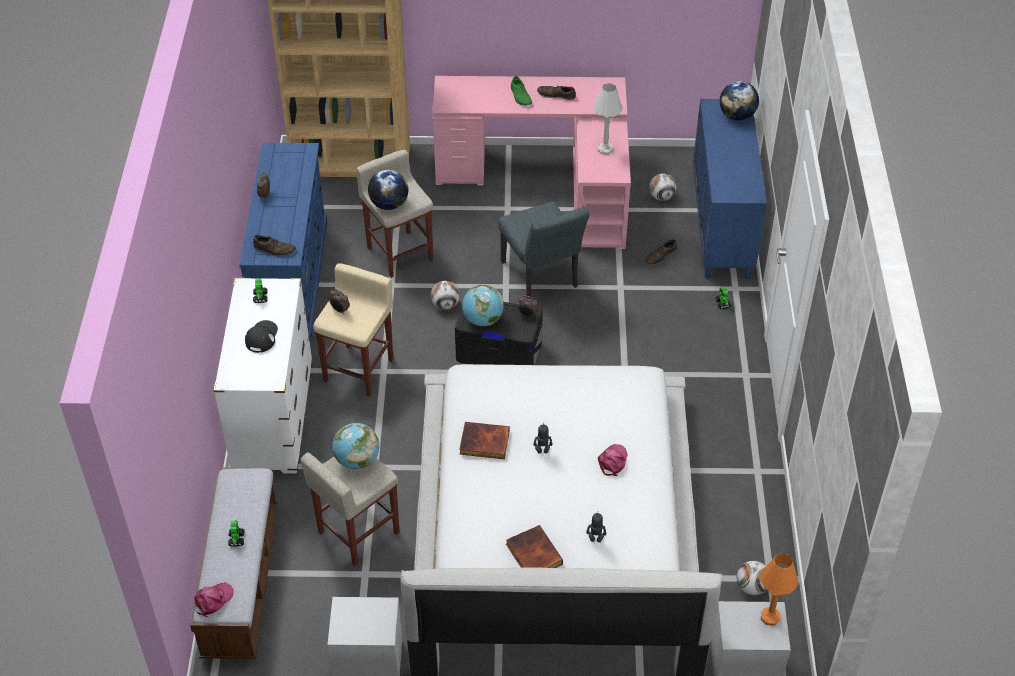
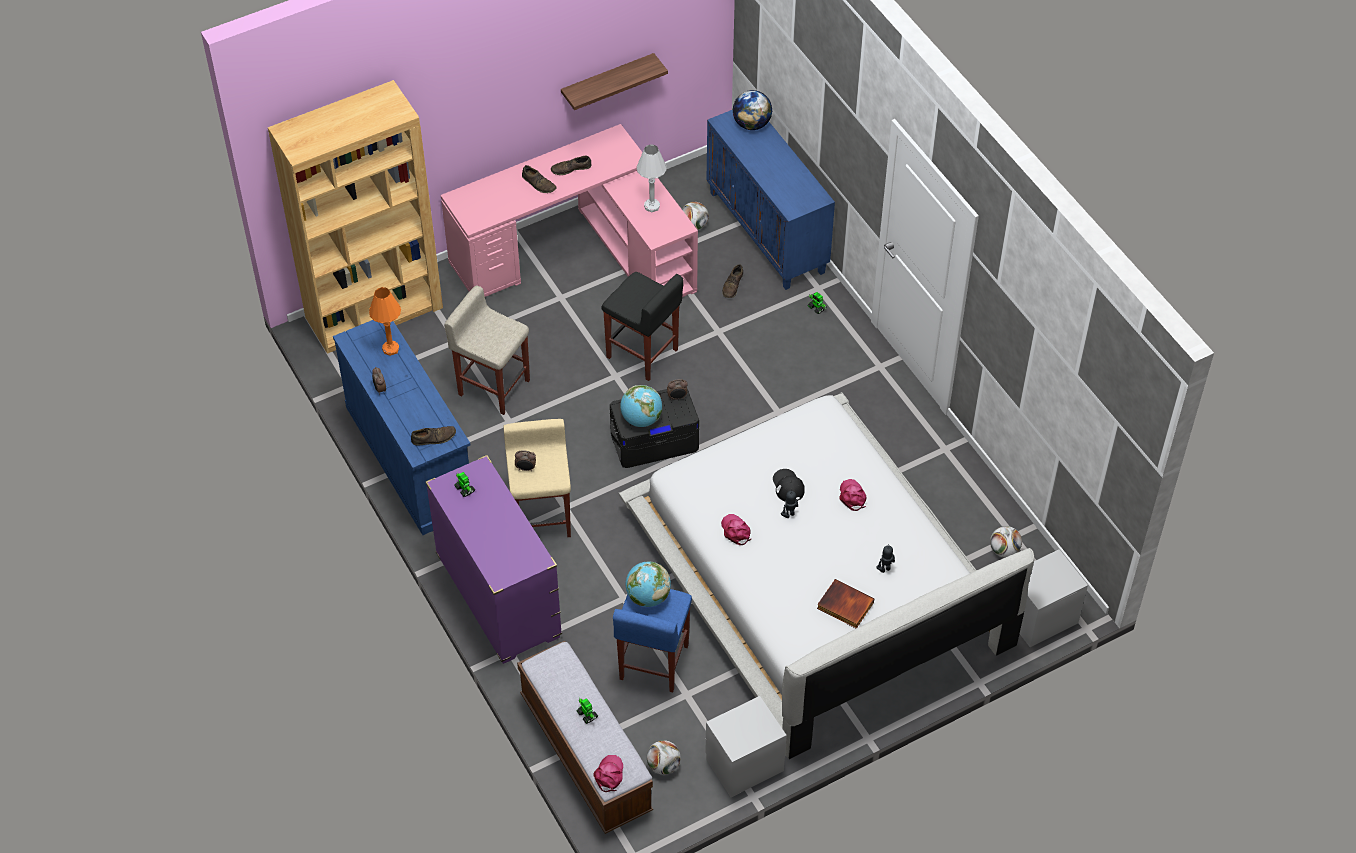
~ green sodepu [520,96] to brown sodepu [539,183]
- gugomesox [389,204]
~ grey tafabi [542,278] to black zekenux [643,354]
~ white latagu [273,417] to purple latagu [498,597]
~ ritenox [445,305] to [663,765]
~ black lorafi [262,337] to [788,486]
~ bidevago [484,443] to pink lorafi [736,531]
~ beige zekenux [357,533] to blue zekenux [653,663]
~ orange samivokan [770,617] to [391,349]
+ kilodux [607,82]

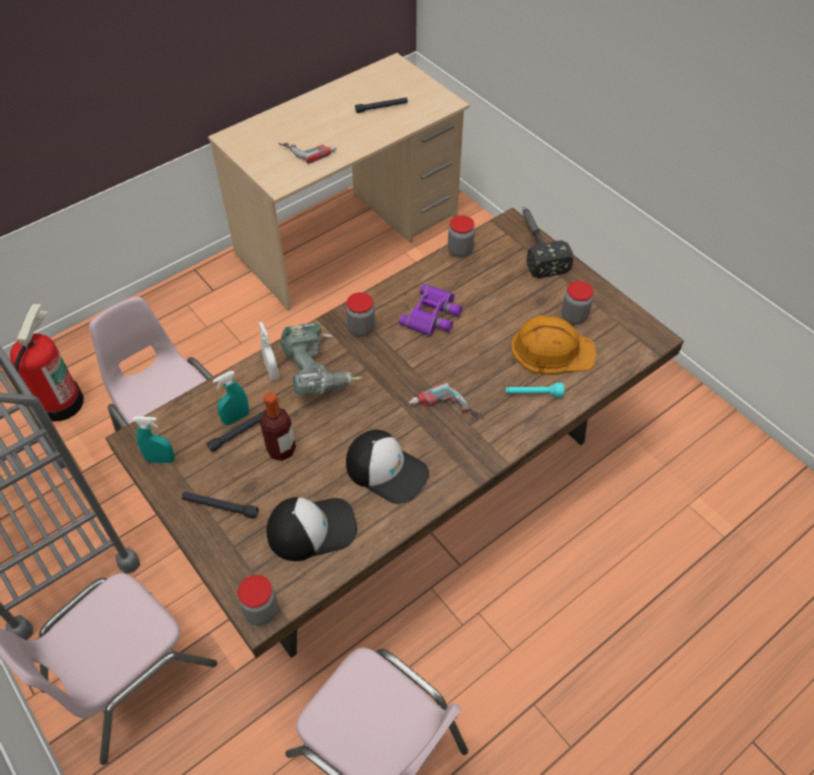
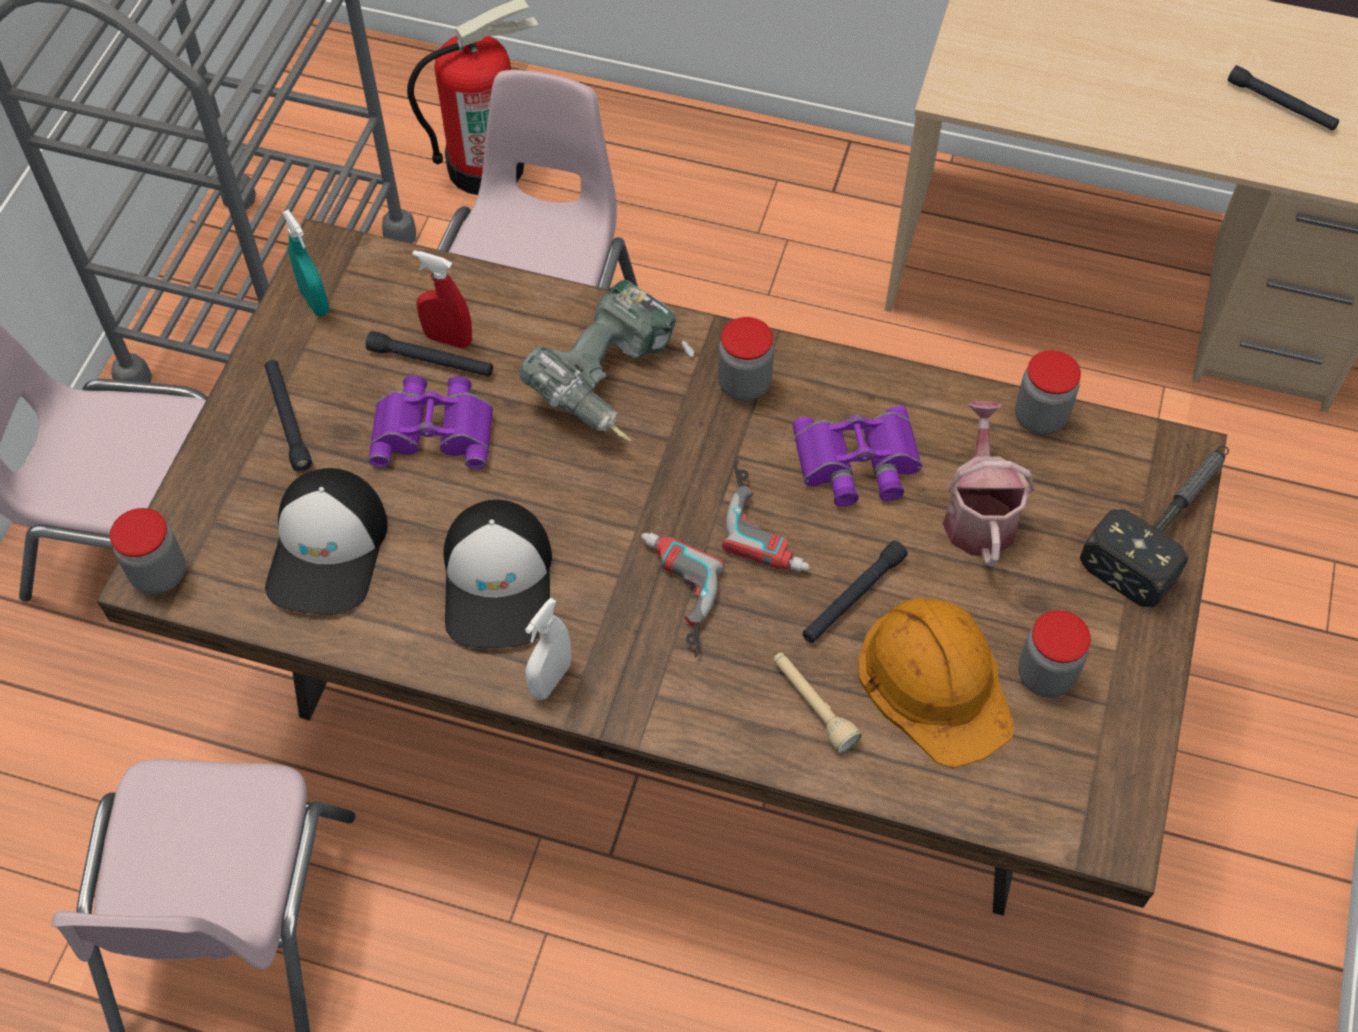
~ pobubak [308,149] to [770,522]
~ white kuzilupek [272,371] to [550,680]
~ turquoise kuzilupek [236,418] to red kuzilupek [448,339]
~ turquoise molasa [533,394] to beige molasa [812,705]
~ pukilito [281,450] to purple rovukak [434,428]
~ lorafi [312,528] = [329,550] 60 degrees clockwise
+ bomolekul [979,513]
+ black molasa [853,597]

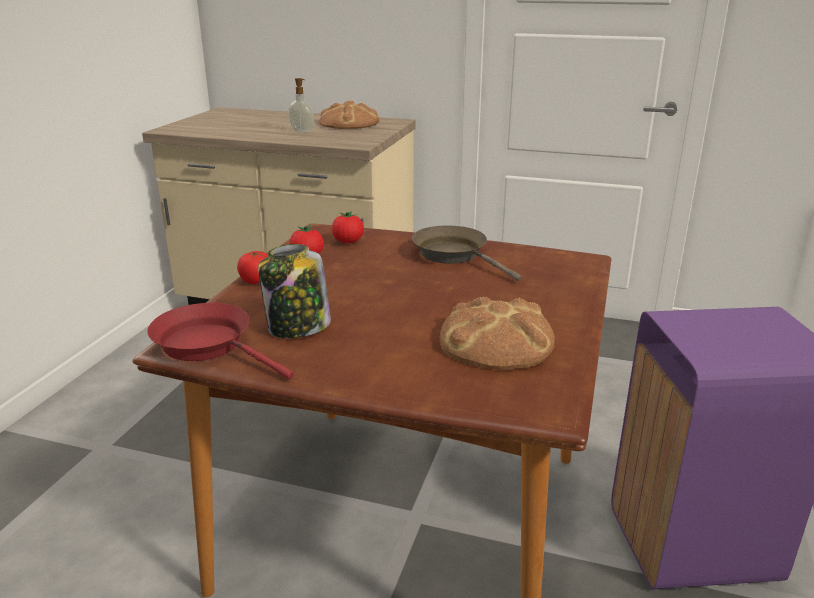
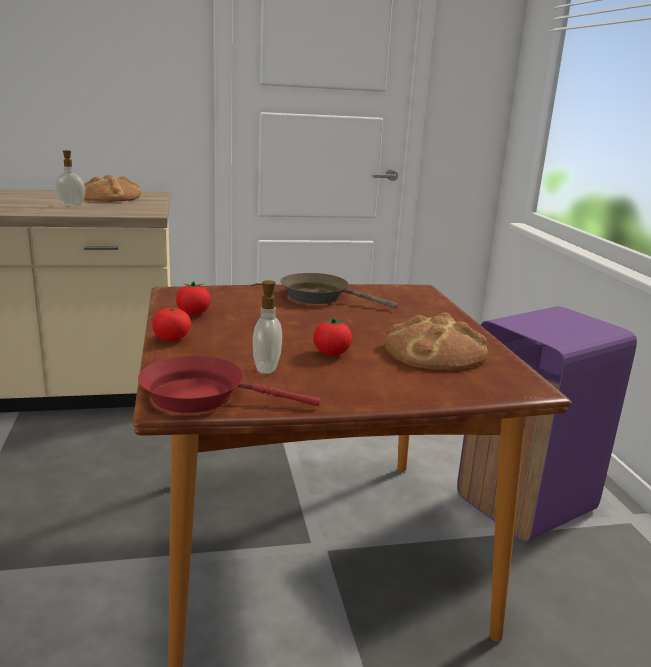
~ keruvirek [348,242] to [331,354]
~ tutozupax [297,327] to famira [265,368]

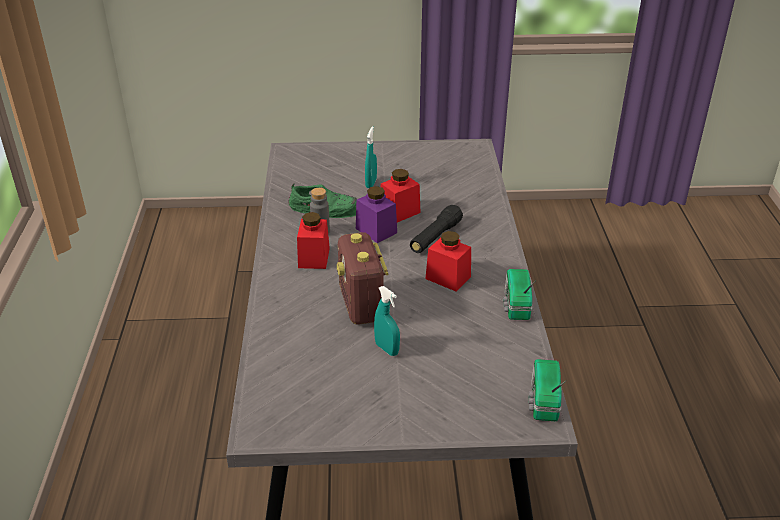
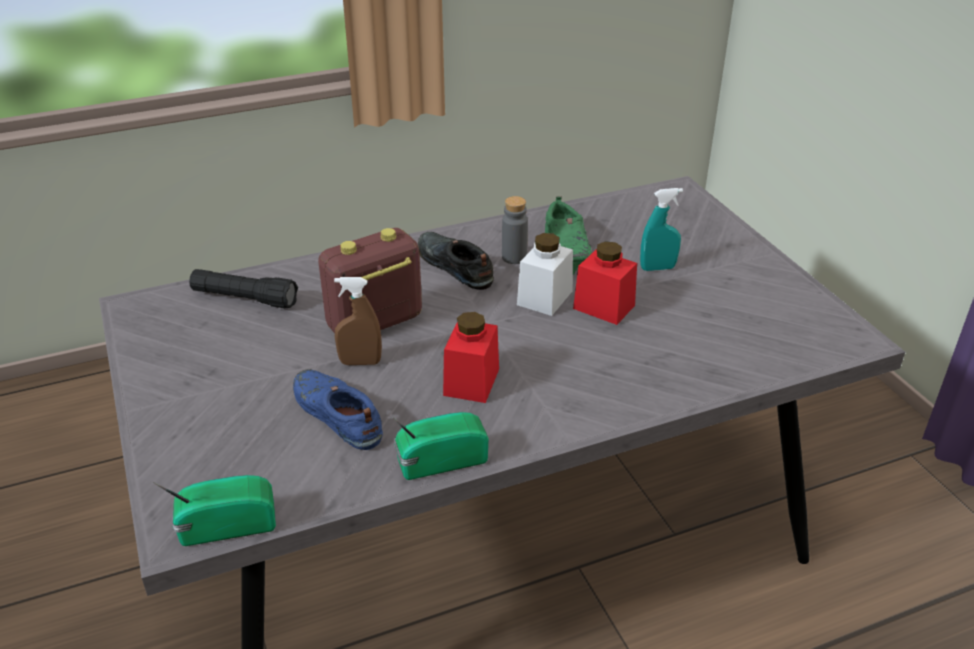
~ purple tutozupax [376,230] to white tutozupax [544,298]
~ black molasa [435,237] to [245,299]
~ red tutozupax [314,258] to black sodepu [454,266]
- turquoise kuzilupek [387,349]
+ brown kuzilupek [360,362]
+ blue sodepu [337,415]

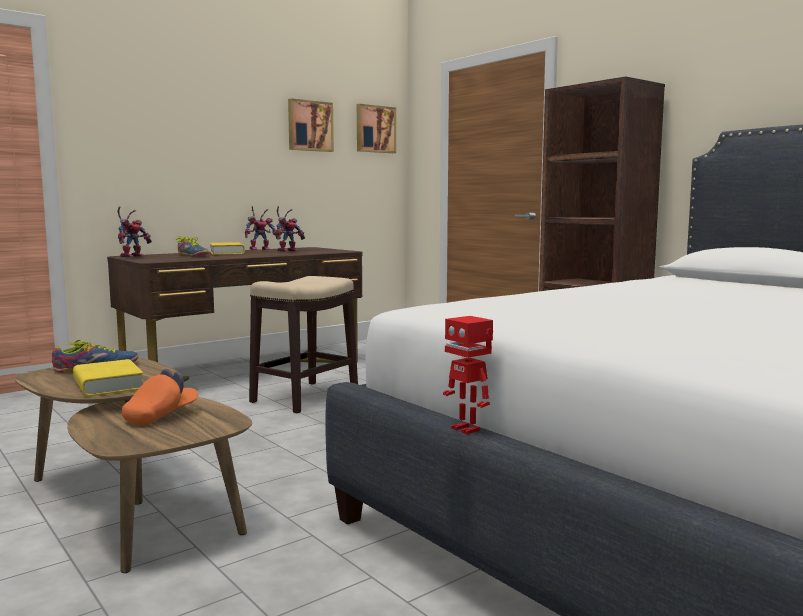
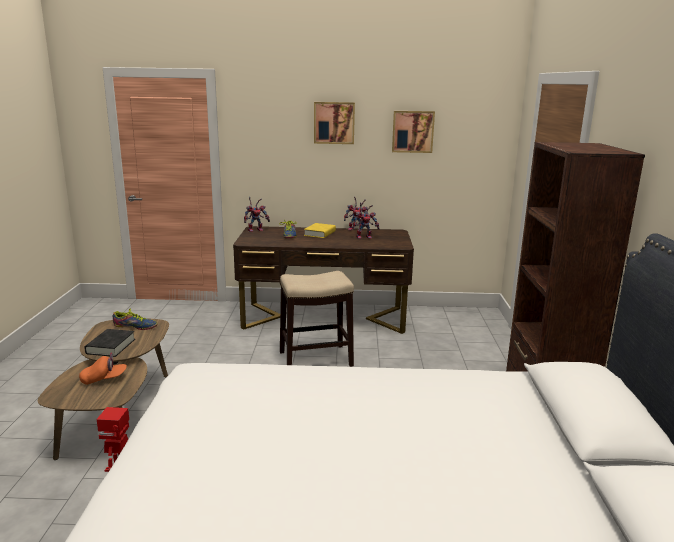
~ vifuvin [375,129] to [334,123]
~ yellow bidevago [108,385] to black bidevago [111,346]

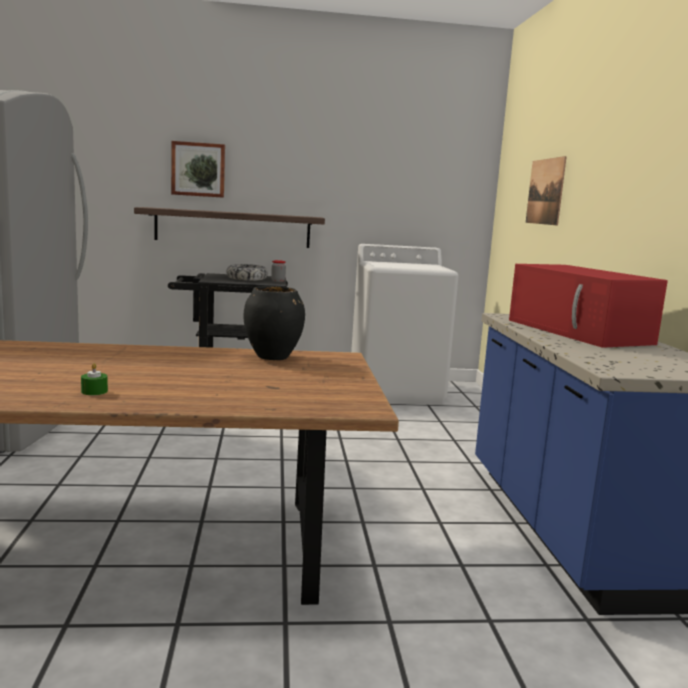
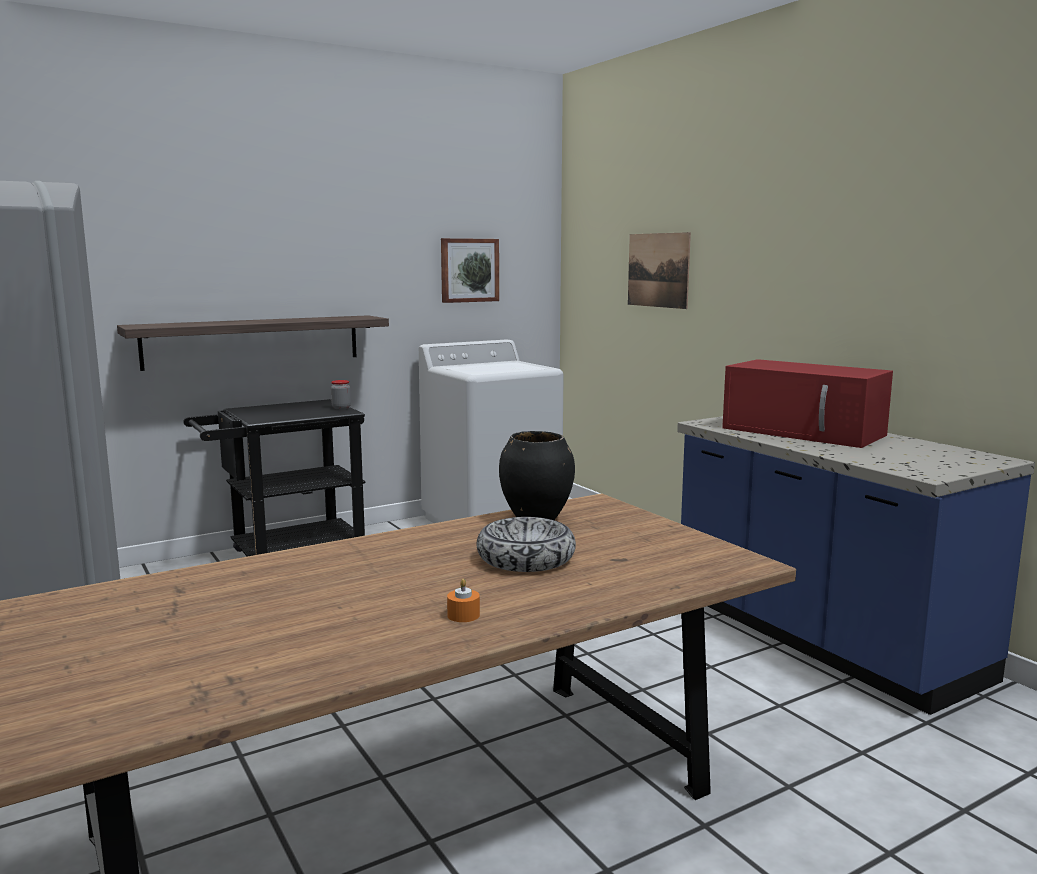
~ vifuvin [198,169] to [469,270]
~ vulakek [246,279] to [525,559]
~ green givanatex [94,391] to orange givanatex [463,615]

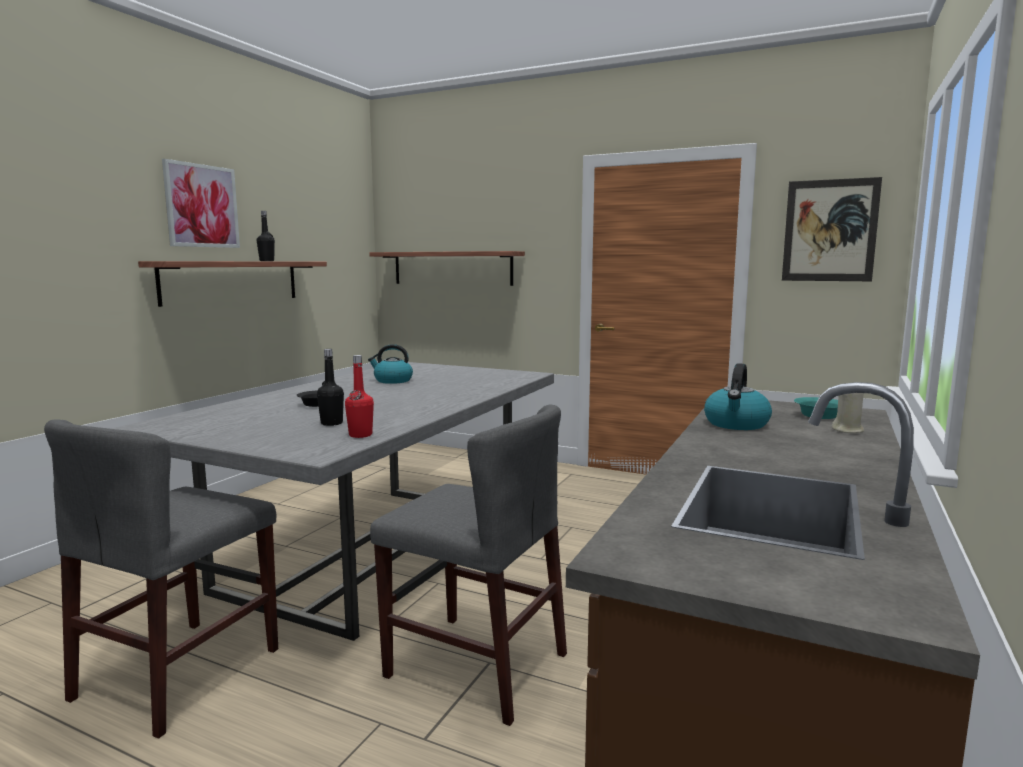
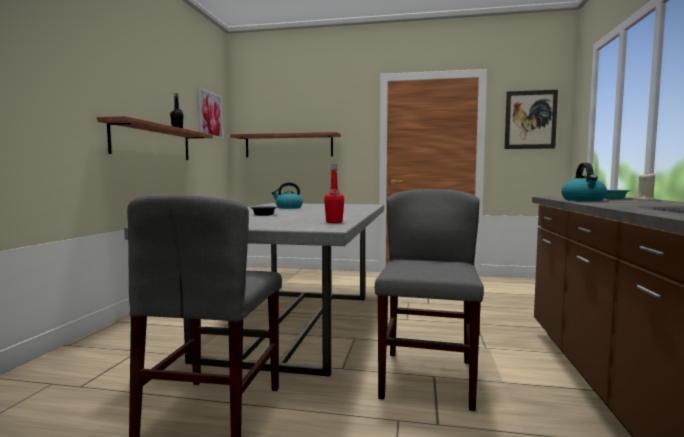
~ vifuvin [202,206] to [210,114]
- black pukilito [331,423]
~ grey tafabi [476,665] = [427,379] 90 degrees counterclockwise

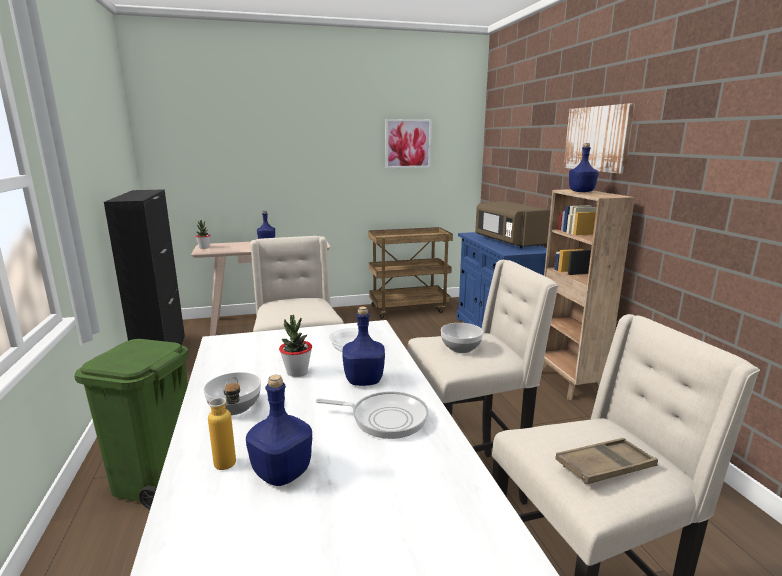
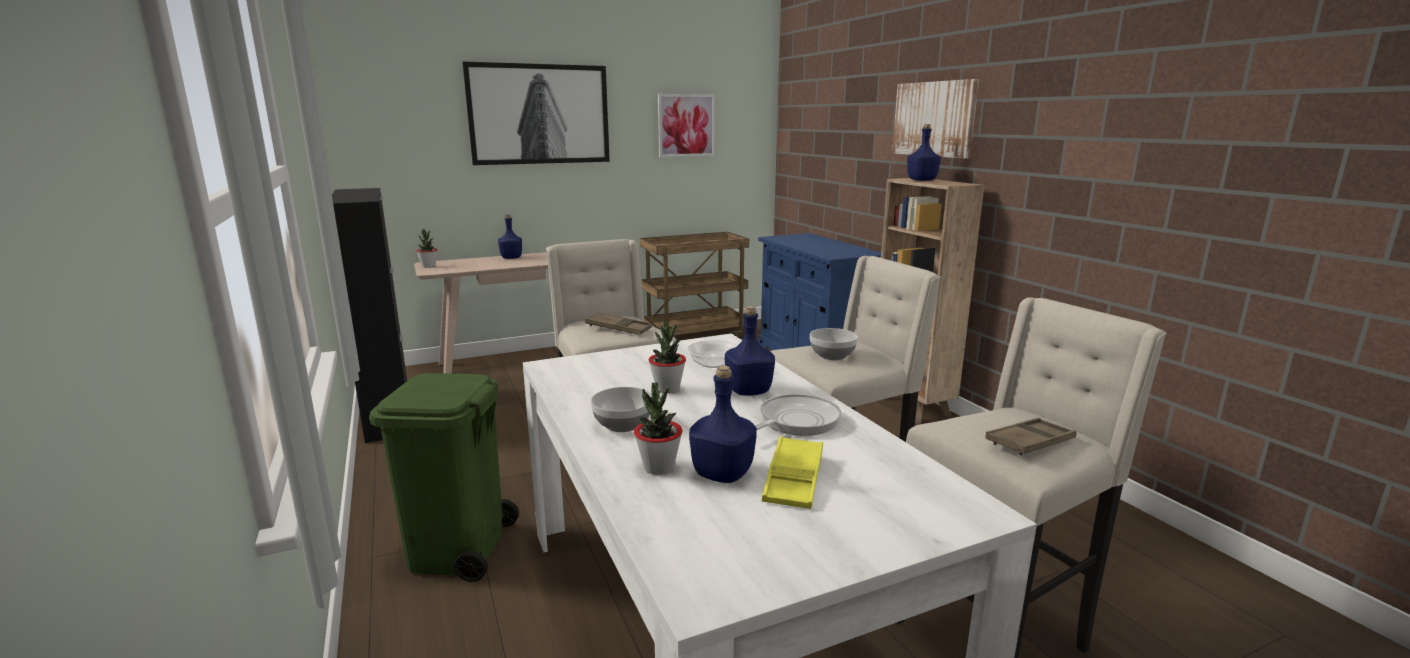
- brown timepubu [508,241]
~ pukilito [231,459] to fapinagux [658,467]
~ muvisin [385,418] = [795,422] 45 degrees counterclockwise
+ vifuvin [539,114]
+ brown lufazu [618,328]
+ yellow lufazu [793,479]

